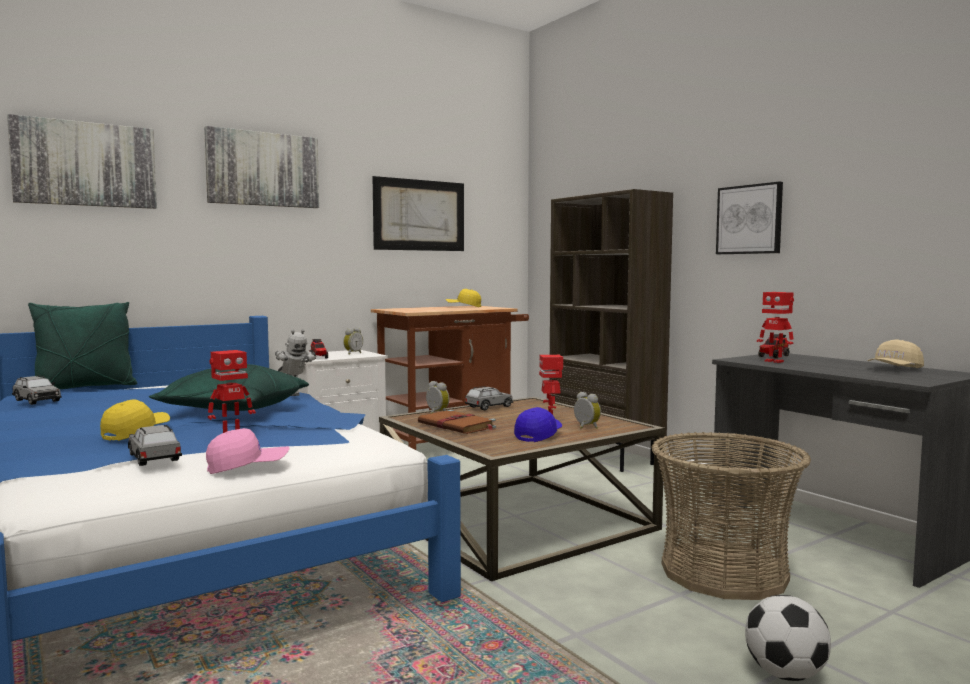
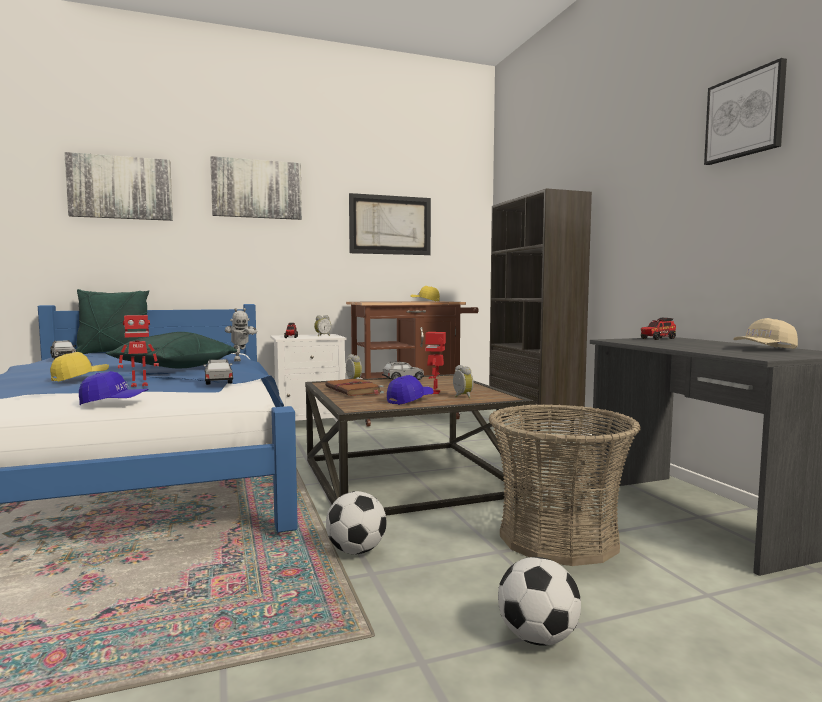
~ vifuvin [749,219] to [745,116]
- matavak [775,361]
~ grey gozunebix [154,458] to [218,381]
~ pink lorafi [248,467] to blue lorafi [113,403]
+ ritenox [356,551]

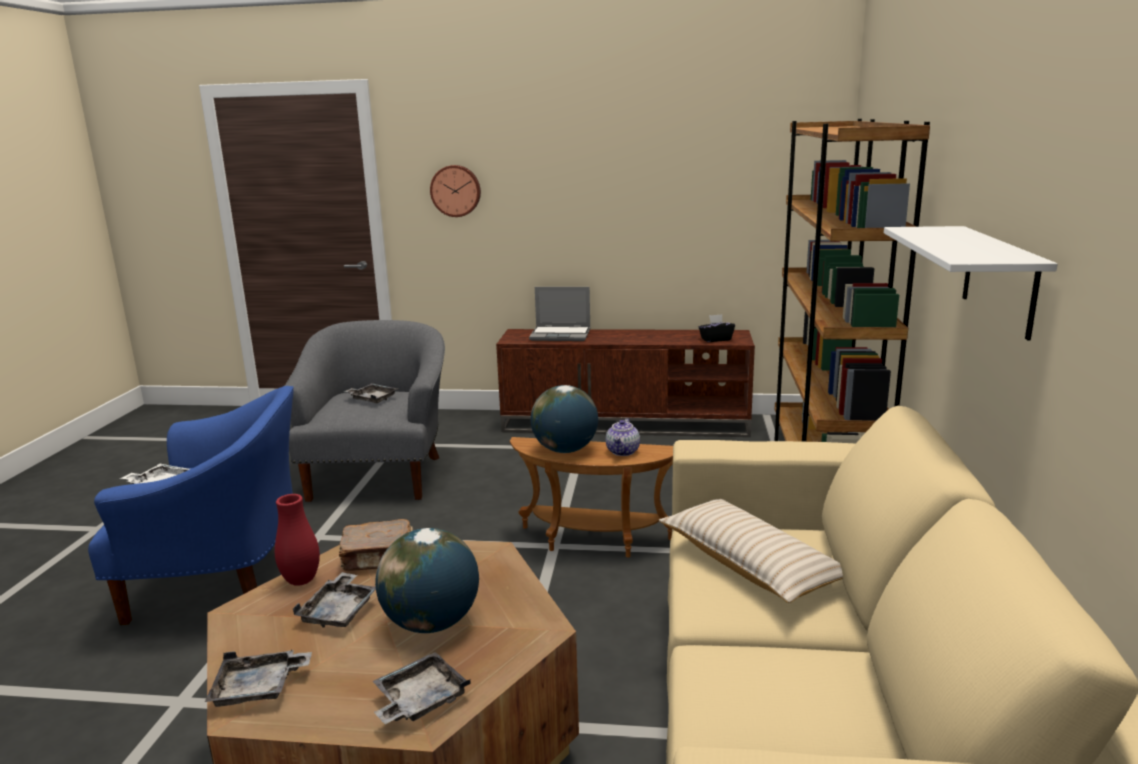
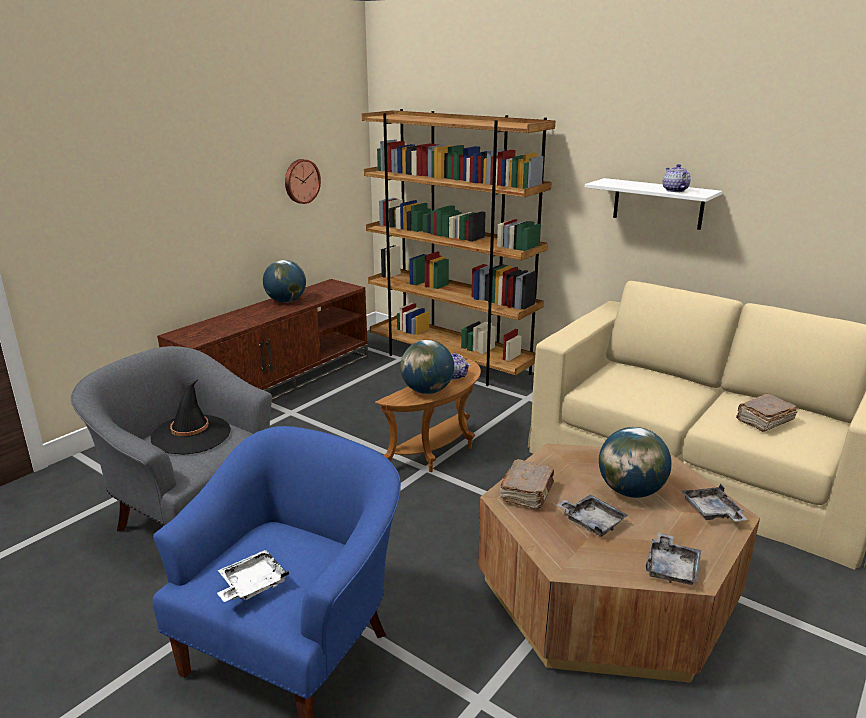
~ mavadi [456,191] to [301,181]
- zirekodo [561,335]
- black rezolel [716,339]
~ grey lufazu [372,399] to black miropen [191,435]
- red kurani [301,581]
- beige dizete [749,564]
+ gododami [674,190]
+ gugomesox [286,301]
+ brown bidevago [764,421]

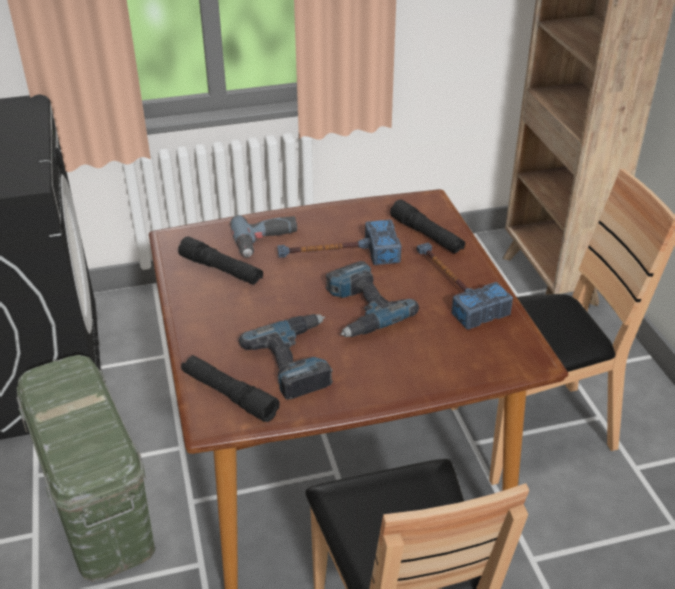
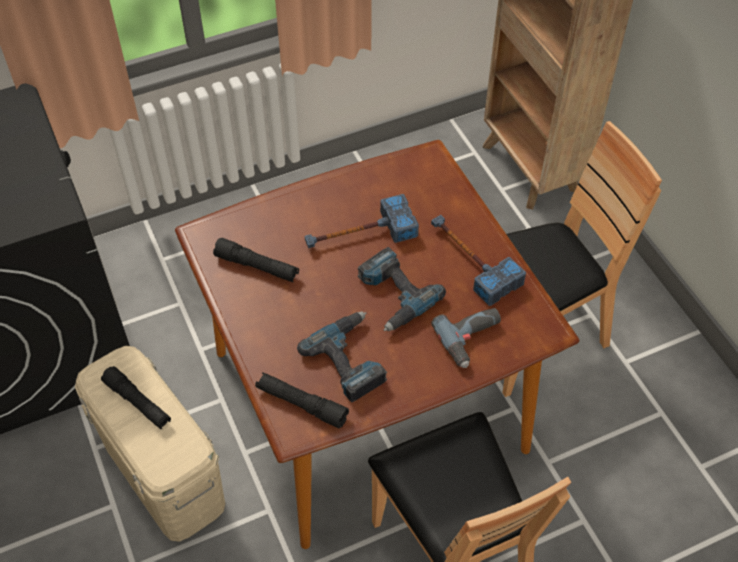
~ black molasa [426,235] to [138,403]
~ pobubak [266,241] to [472,339]
~ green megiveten [97,509] to beige megiveten [162,472]

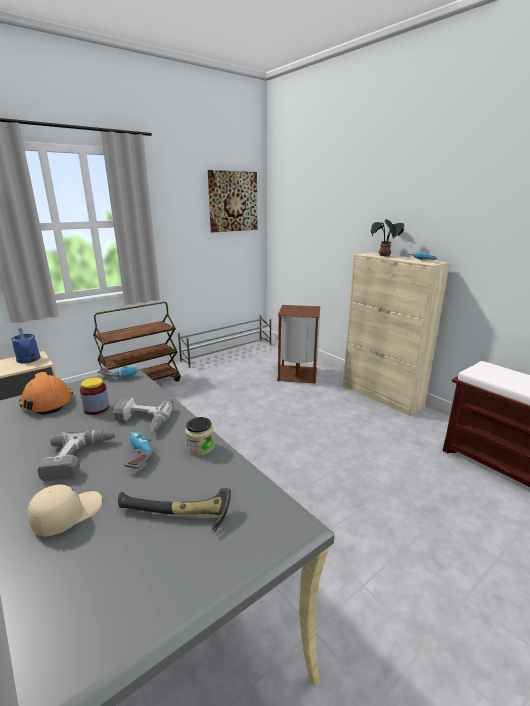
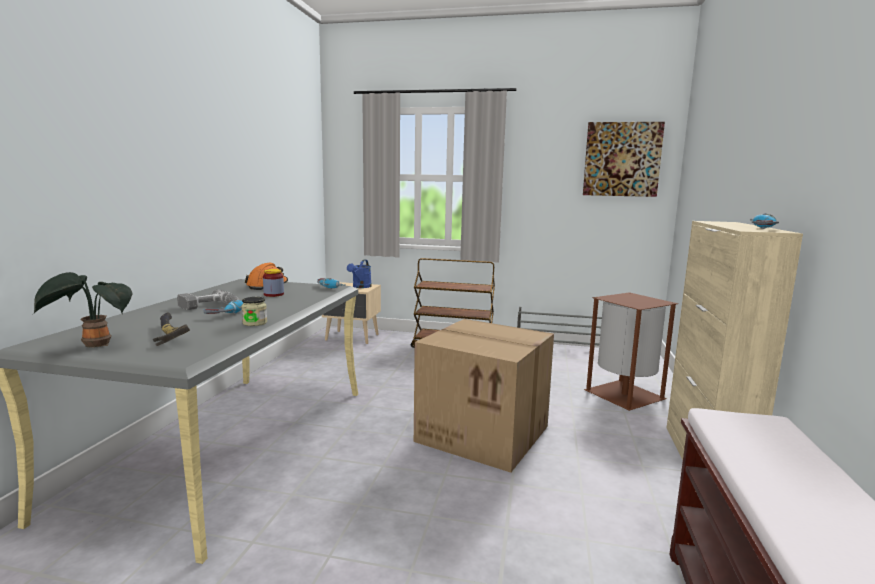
~ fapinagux [385,256] to [93,346]
- pobubak [142,421]
- beige lorafi [67,514]
+ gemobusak [485,433]

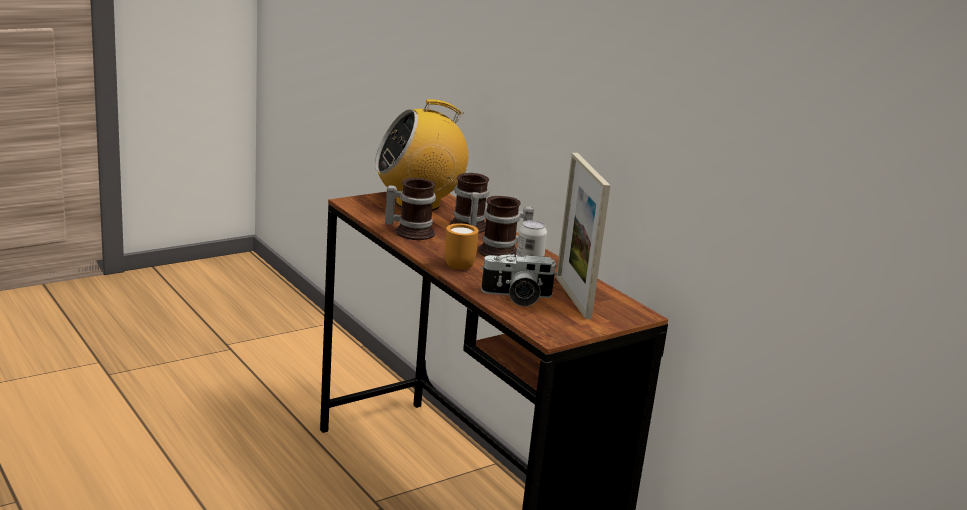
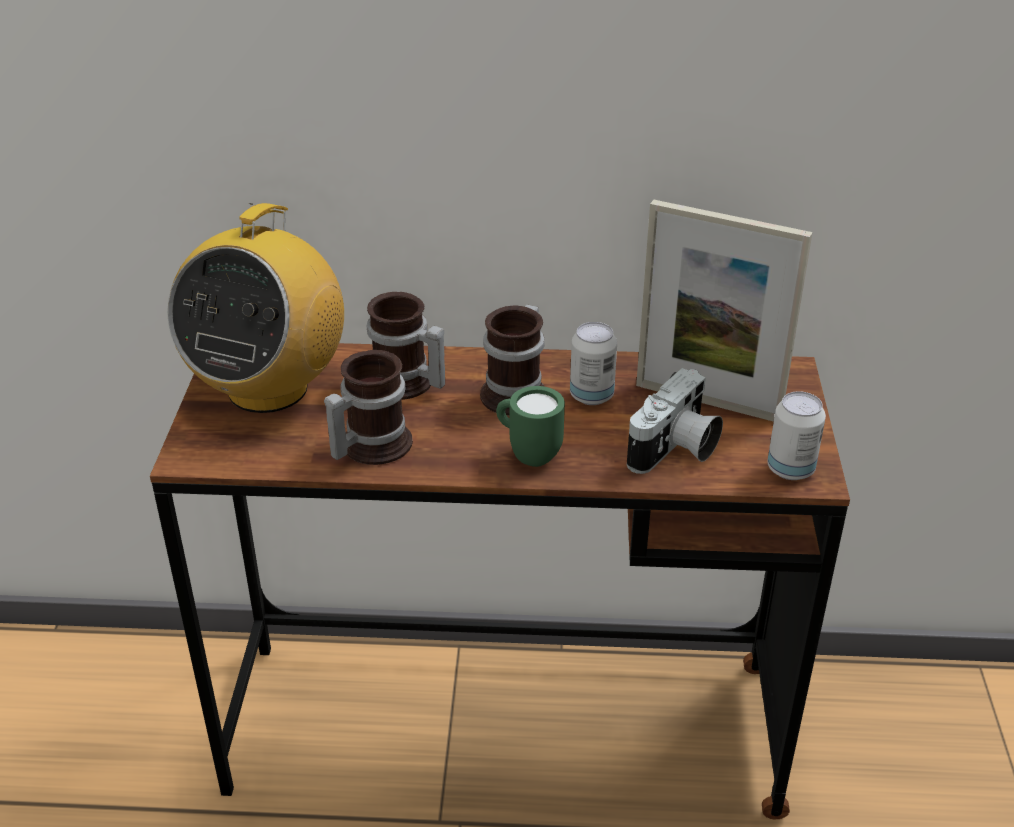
~ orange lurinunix [458,265] to green lurinunix [528,454]
+ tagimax [790,469]

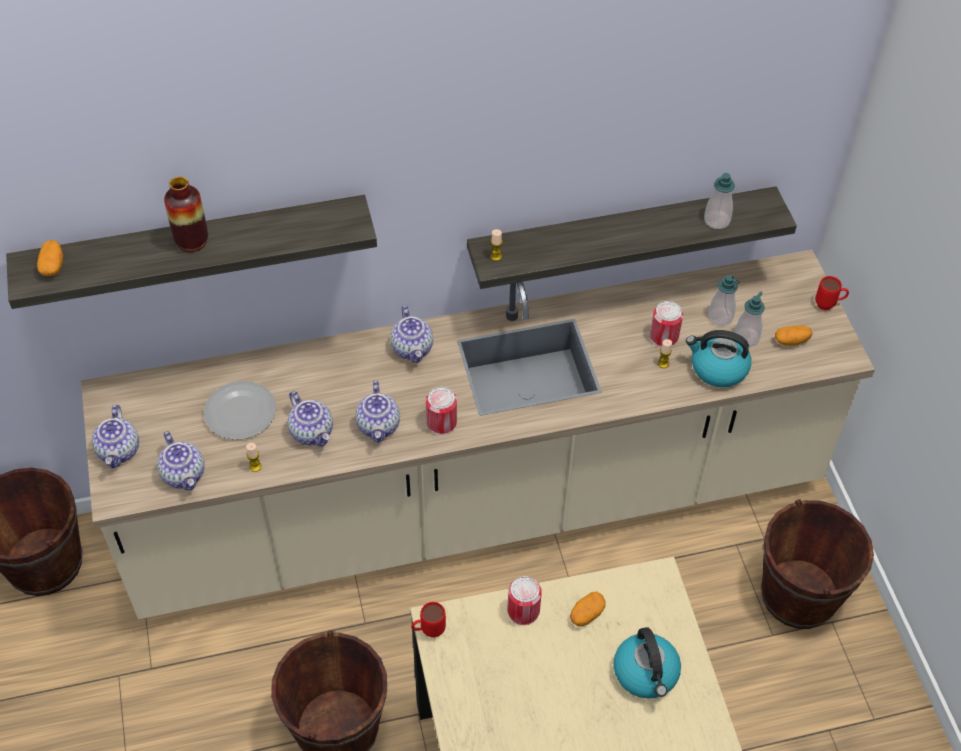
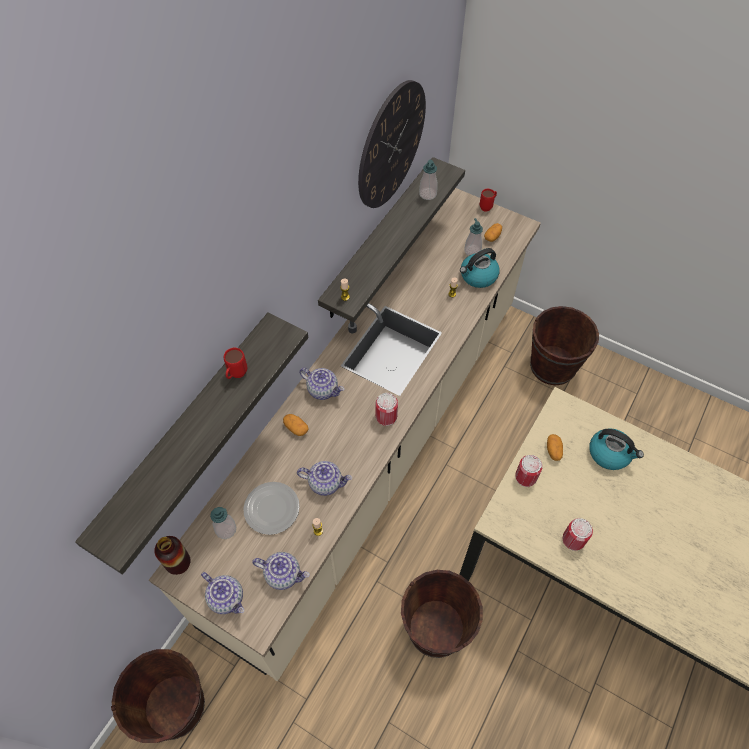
~ kurani [192,241] to [179,564]
~ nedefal [52,266] to [296,428]
~ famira [720,317] to [226,529]
~ tagimax [664,337] to [573,539]
- gododami [379,426]
~ red lurinunix [428,631] to [236,375]
+ mavadi [391,145]

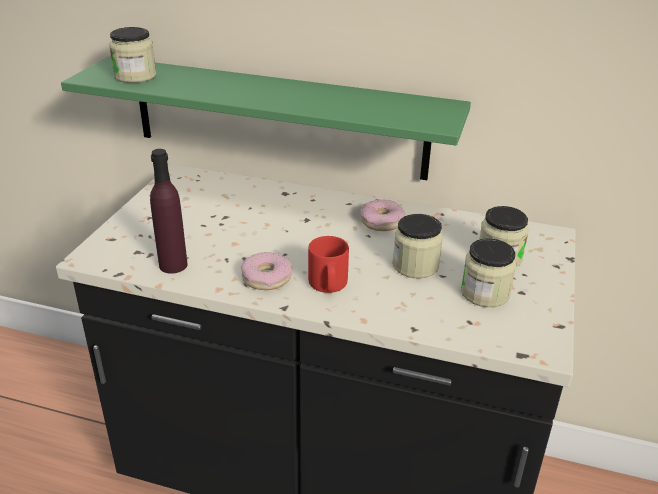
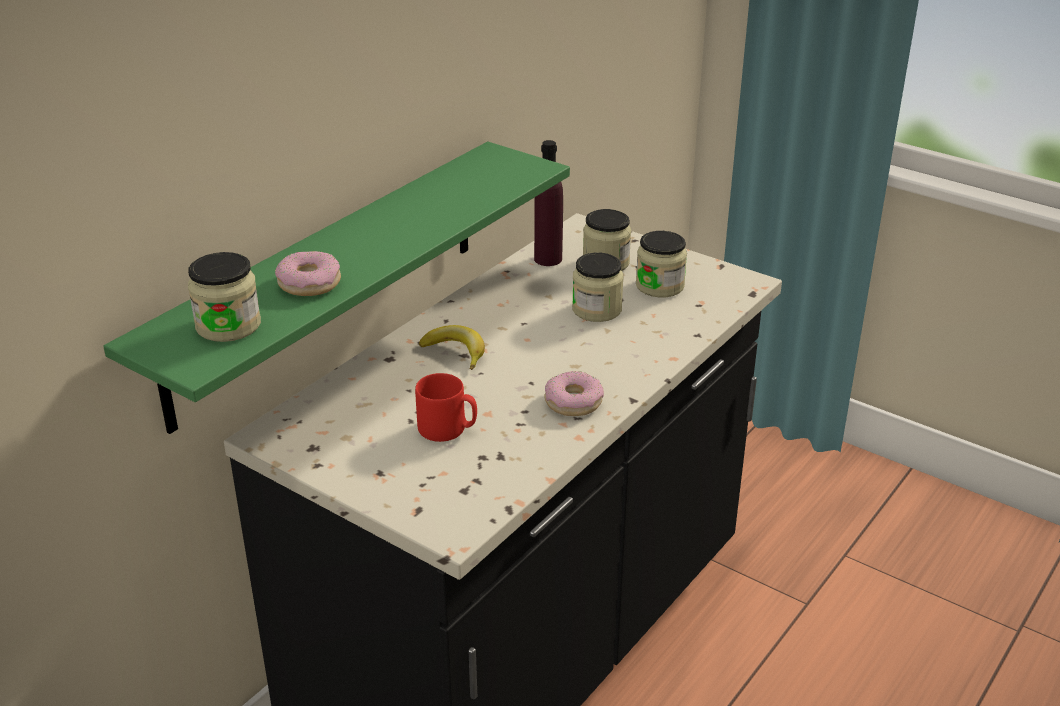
~ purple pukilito [173,265] to [548,259]
~ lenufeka [382,221] to [309,283]
~ red lurinunix [328,285] to [447,429]
+ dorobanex [456,352]

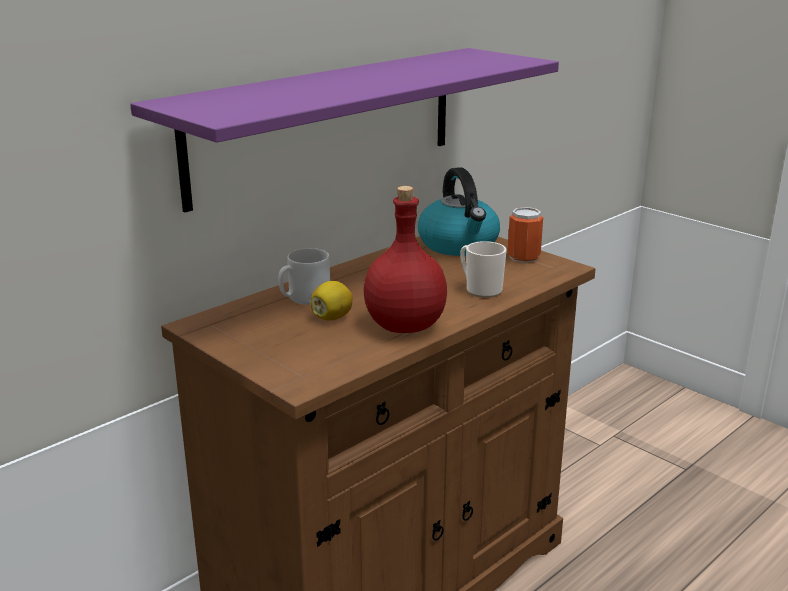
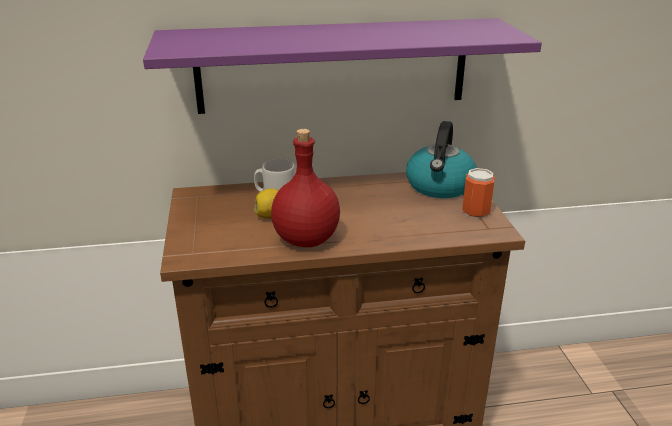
- lurinunix [480,289]

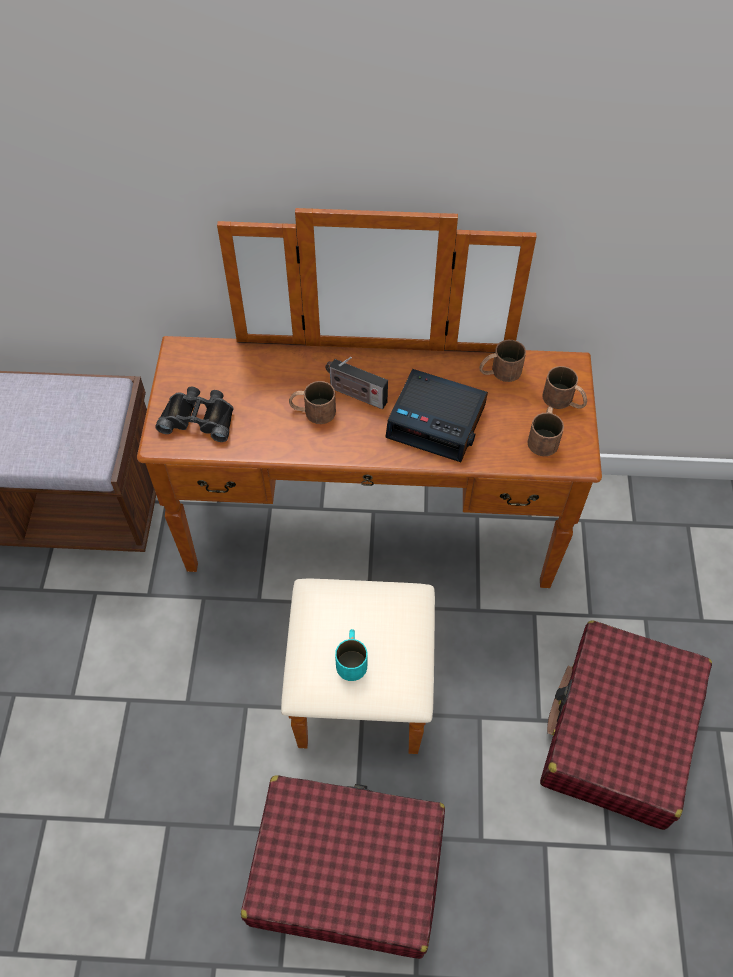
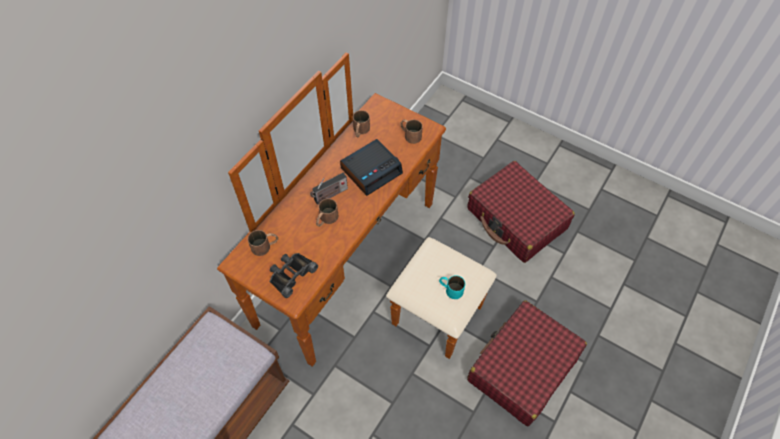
~ brown lurinunix [564,400] to [265,246]

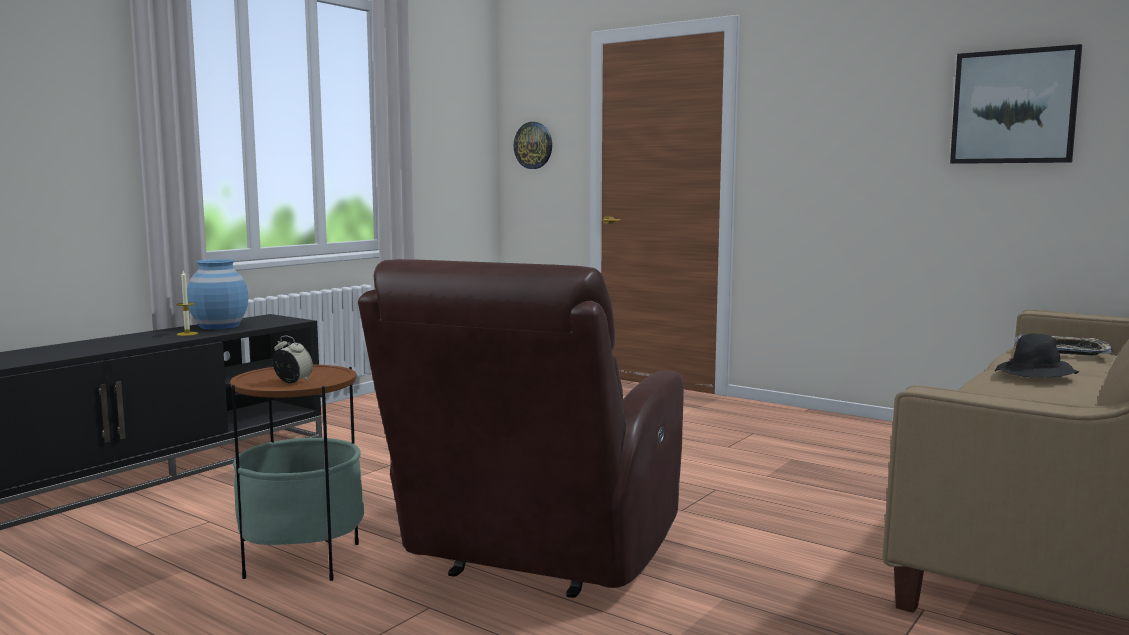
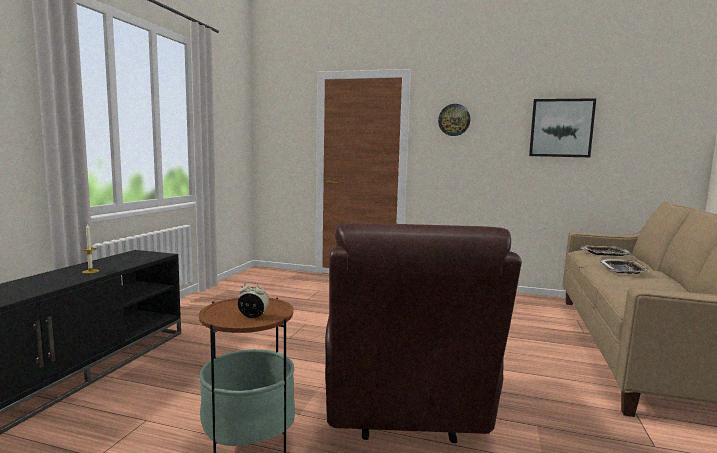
~ mavadi [533,145] to [454,120]
- blue kurani [219,326]
~ black miropen [1035,375] to lufazu [623,270]

